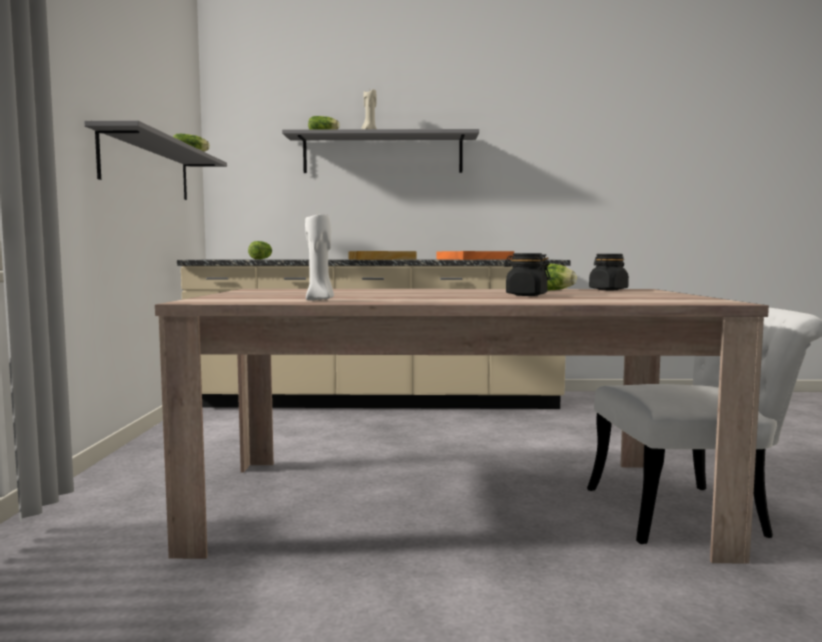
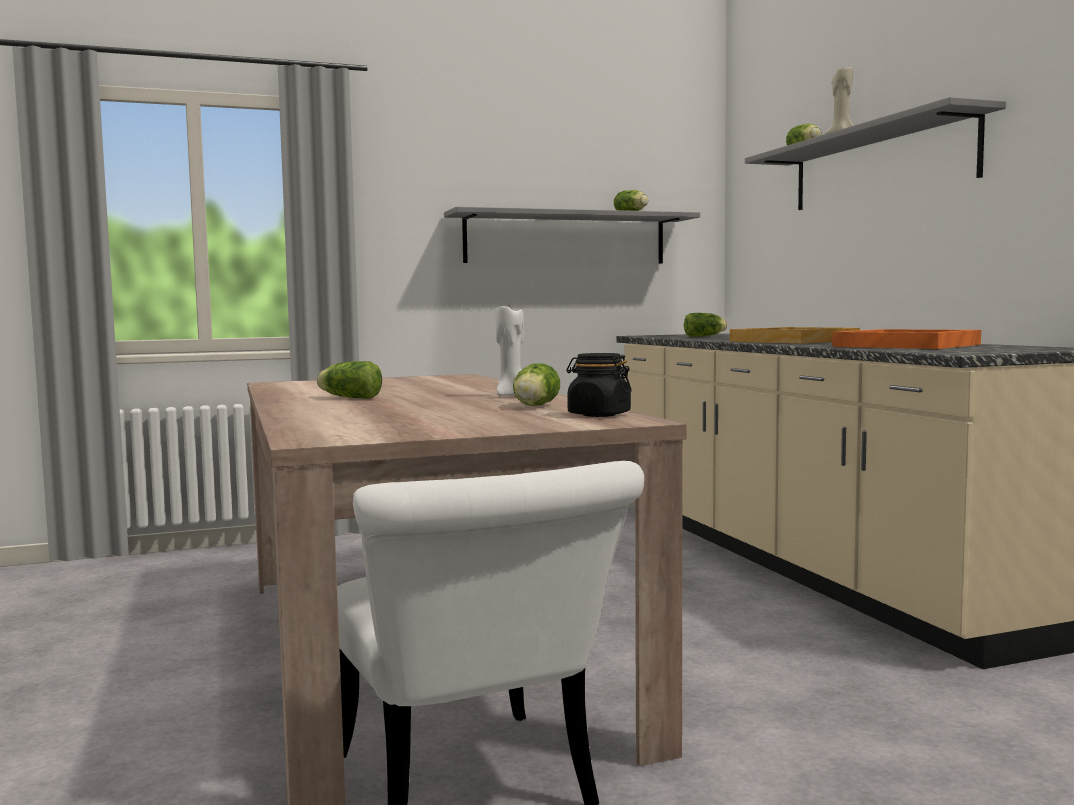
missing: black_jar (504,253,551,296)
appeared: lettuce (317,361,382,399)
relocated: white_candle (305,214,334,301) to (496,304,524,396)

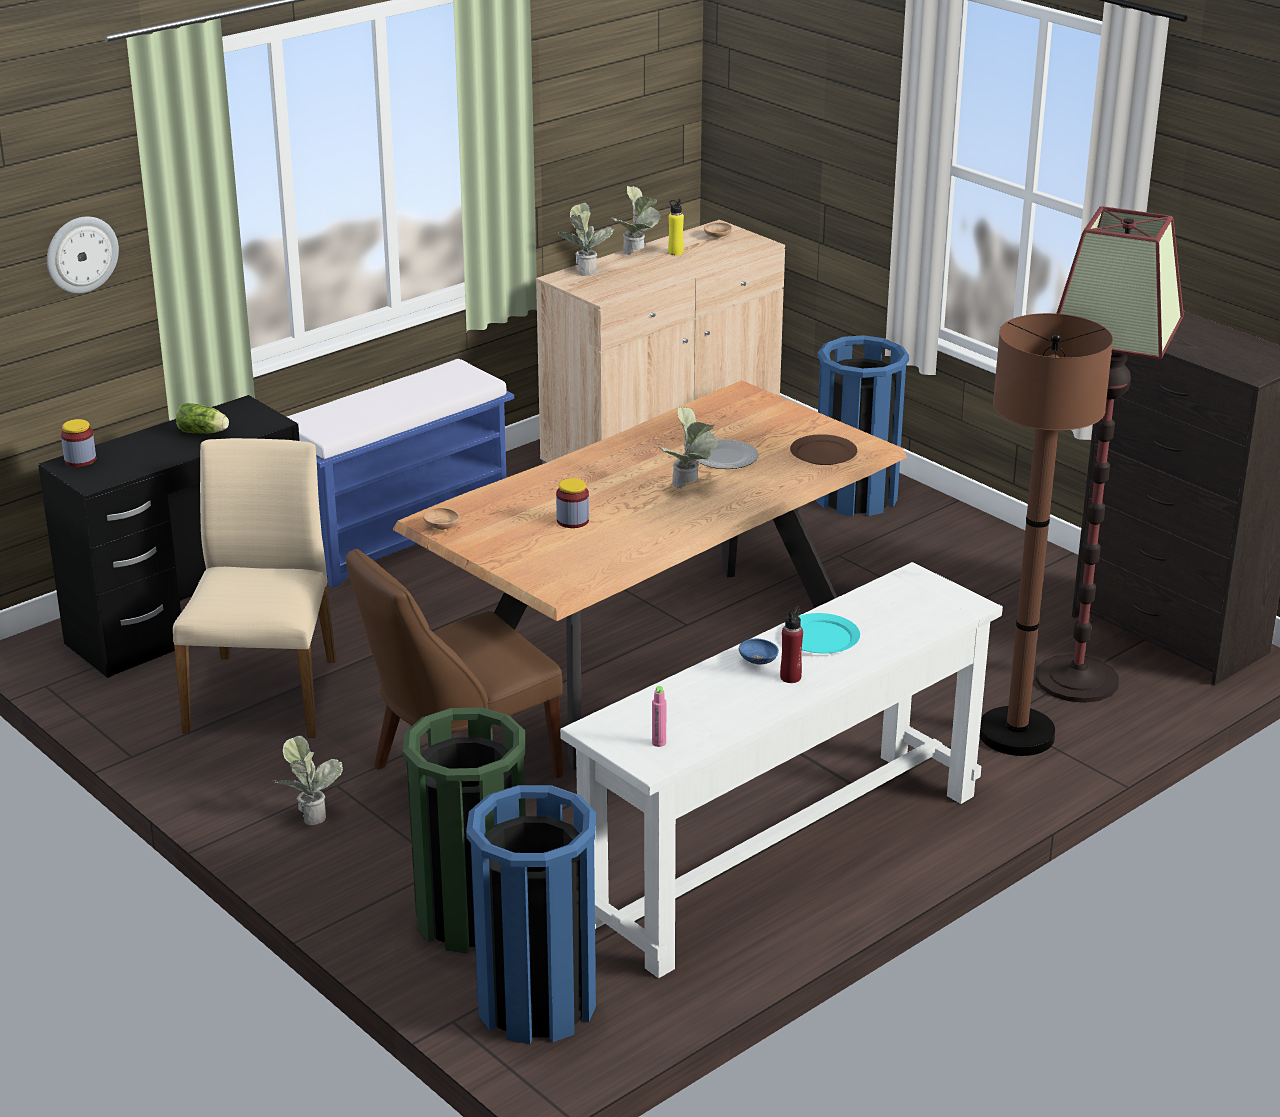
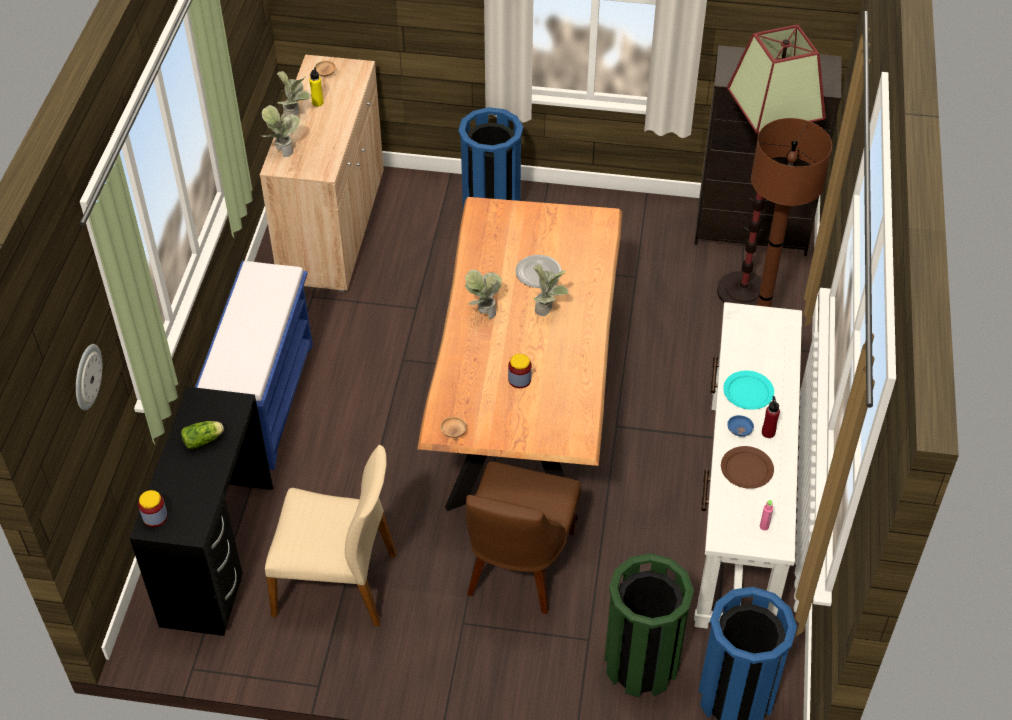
relocated: brown_plate (790,434,857,465) to (721,446,774,489); potted_plant (272,736,343,825) to (465,270,502,319)
spun: beige_chair (173,438,336,738) = (265,445,397,627) 135 degrees clockwise

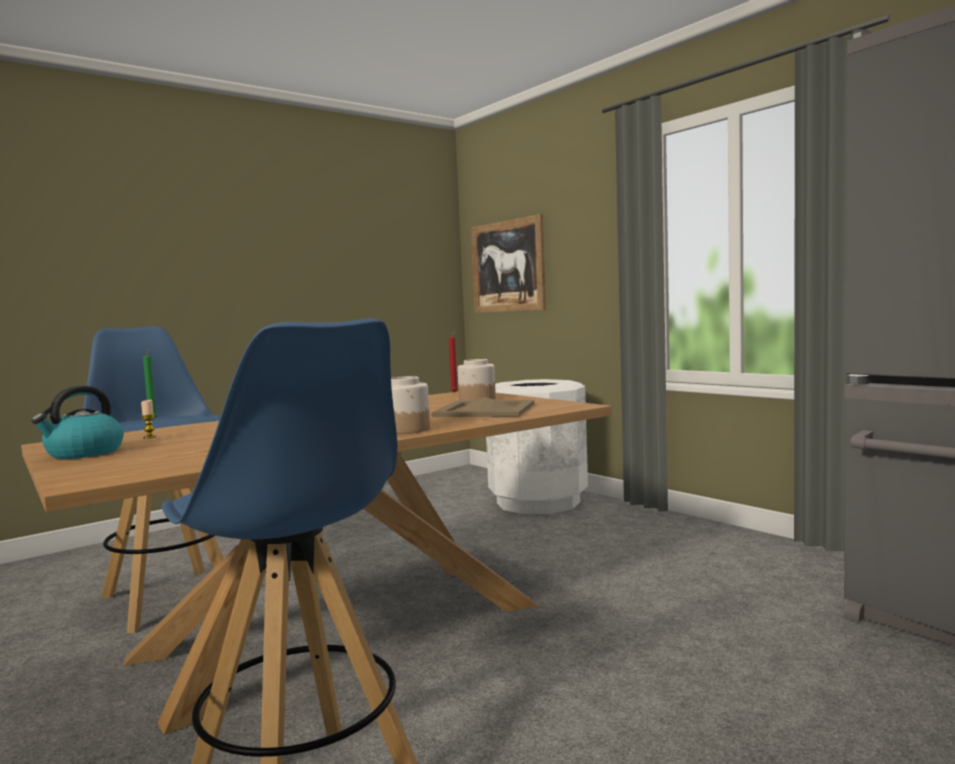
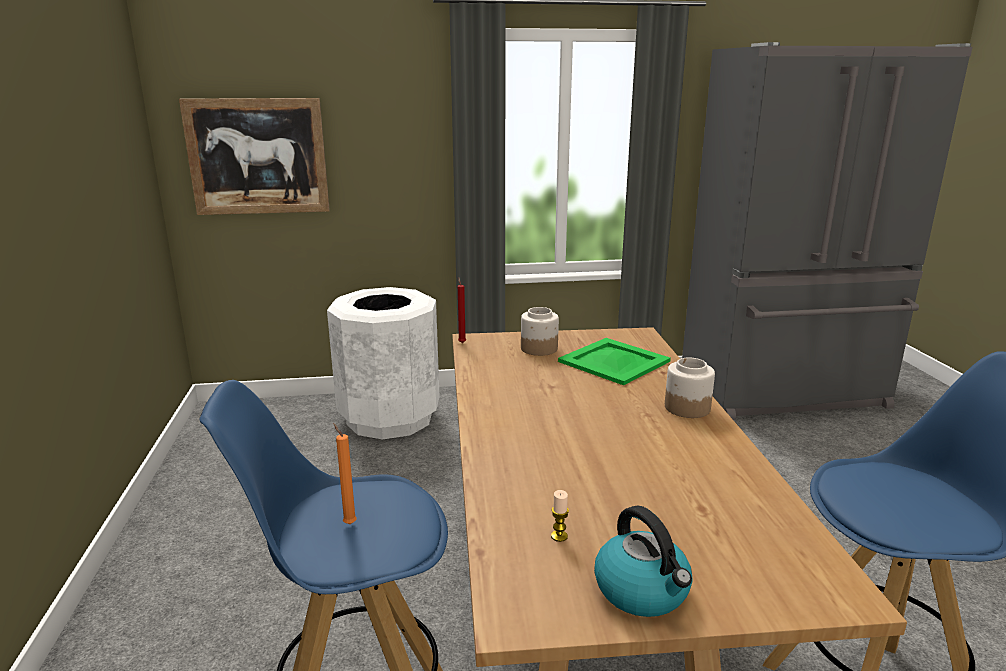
colour: green_candle (143,349,157,420) to orange_candle (333,423,357,524); beige_tray (431,397,534,417) to green_tray (558,338,671,385)

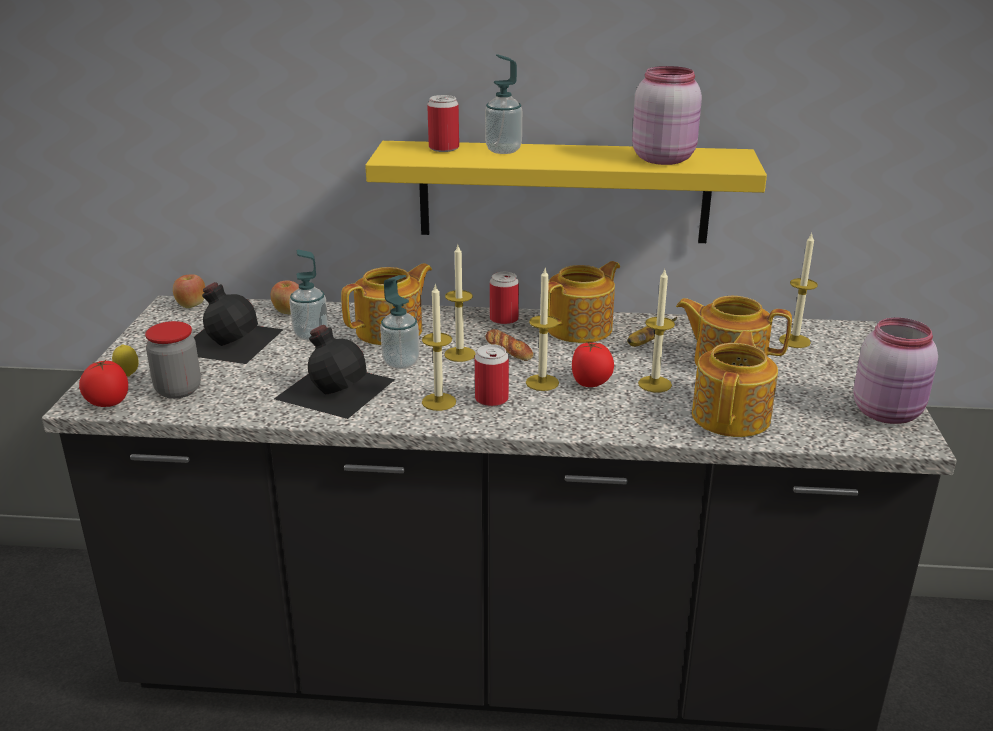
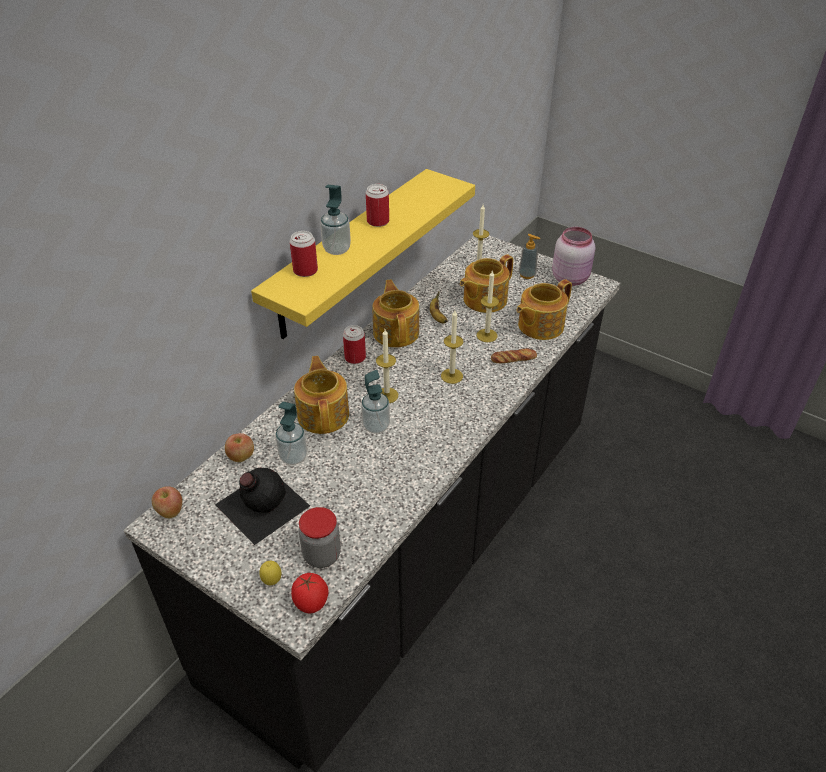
missing: pink_jar (632,66,702,165); candle (422,283,456,411); black_bottle (274,325,395,419); tomato (572,342,614,387)
appeared: soap_dispenser (519,234,540,279)
relocated: bread (485,329,534,361) to (491,348,537,363); can (475,344,509,407) to (366,184,389,227)
spun: teapot (692,331,778,437) = (516,279,572,340) 90 degrees counterclockwise

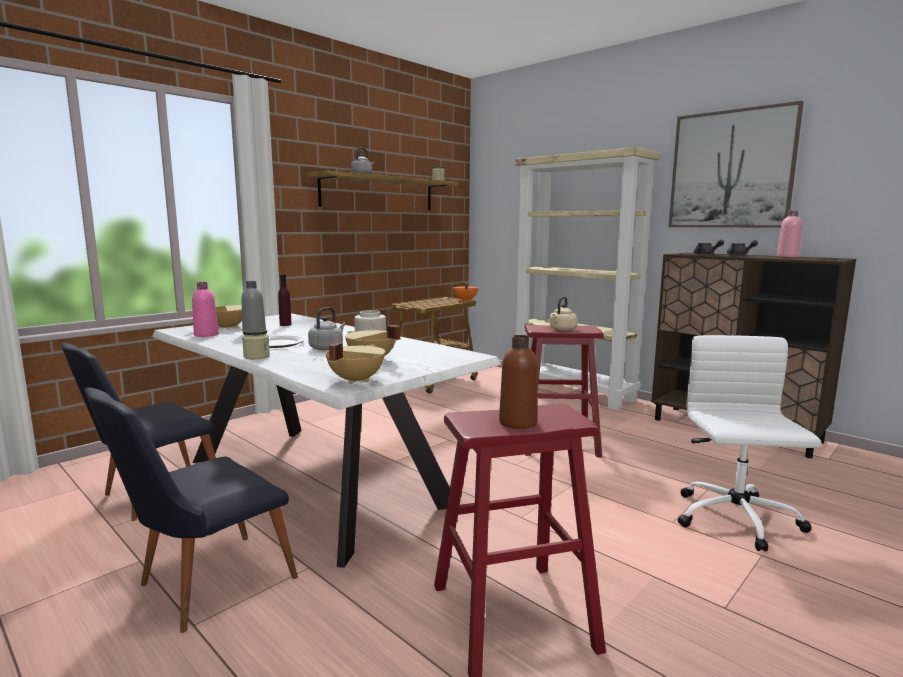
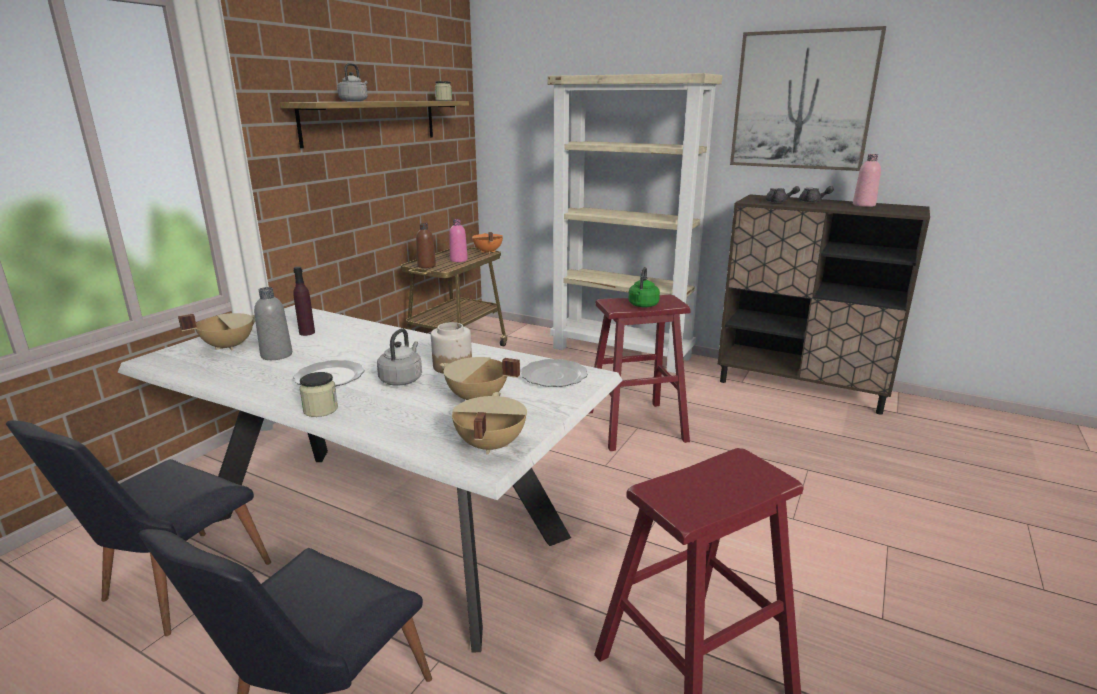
missing: white_office_chair (678,335,821,551)
appeared: plate (521,359,588,387)
relocated: pink_bottle (192,282,219,337) to (449,219,468,262); brown_bottle (499,335,538,429) to (416,223,436,268)
colour: beige_kettle (550,297,577,331) to green_kettle (628,267,660,308)

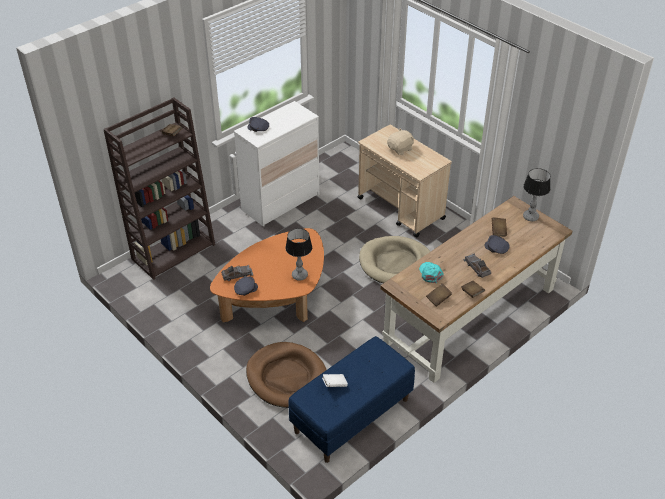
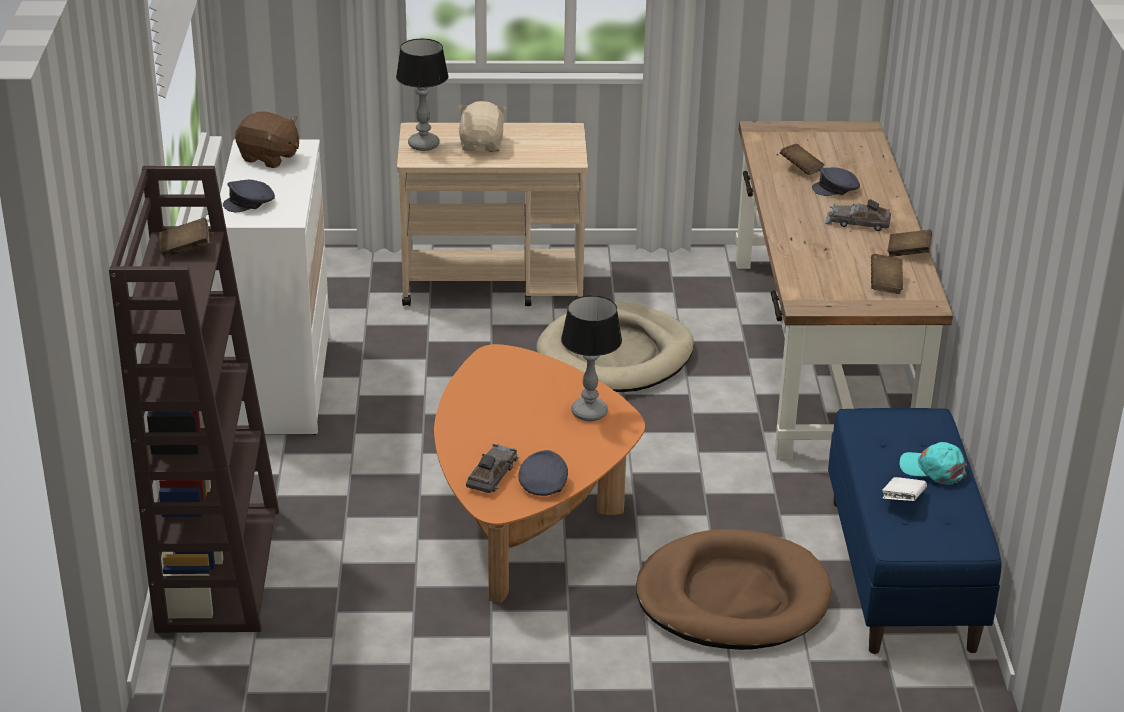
appeared: brown_plush_toy (235,111,299,168)
relocated: table_lamp (523,168,550,221) to (396,38,448,151); turquoise_cap (419,262,444,283) to (899,442,967,485)

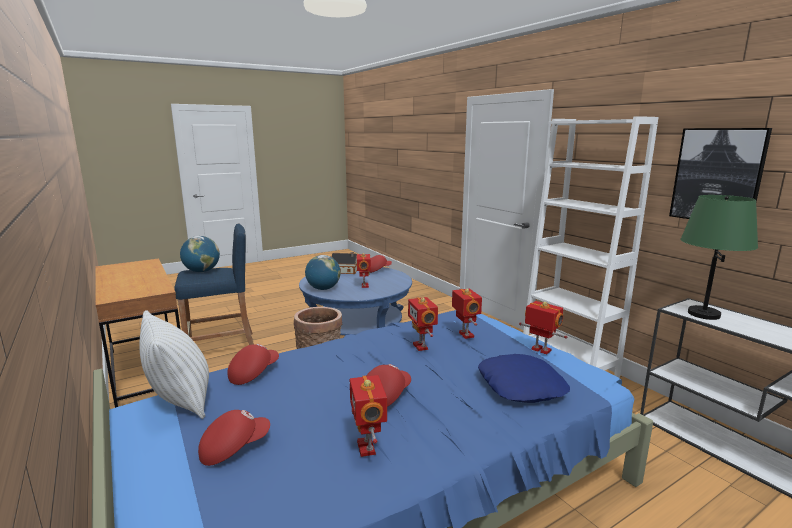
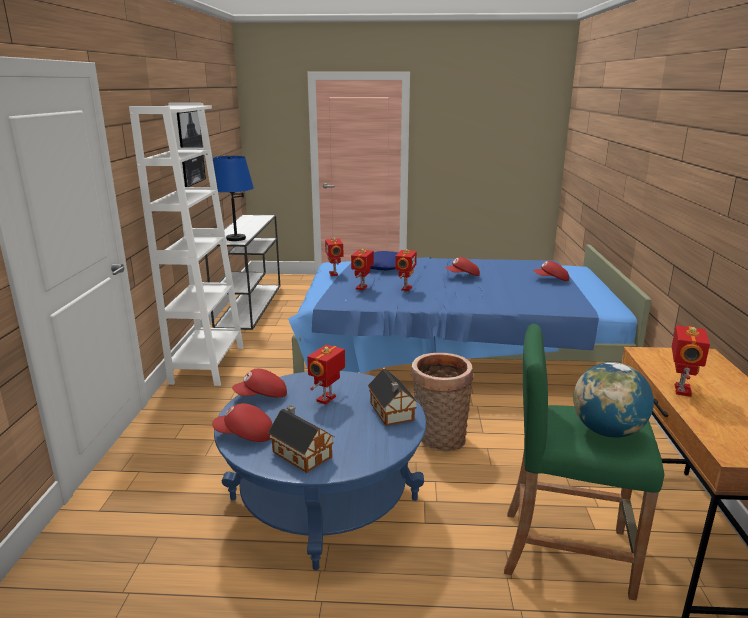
missing: white_pillow (139,310,209,419)
relocated: red_cap (227,344,279,385) to (232,369,287,398); toy_robot (349,375,387,457) to (672,325,710,397)
exchanged: globe (305,255,341,290) to toy_house (368,369,418,426)
colour: green_table_lamp (680,195,758,320) to blue_table_lamp (213,156,254,241); blue_stool (174,224,254,345) to green_stool (504,324,664,601)

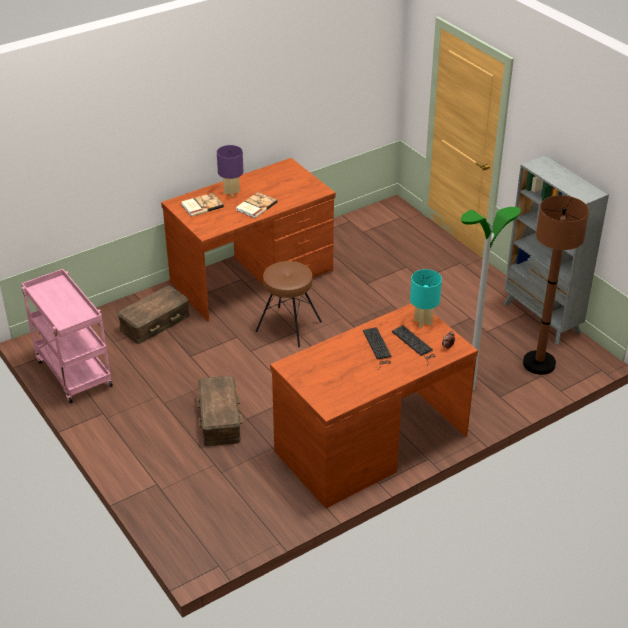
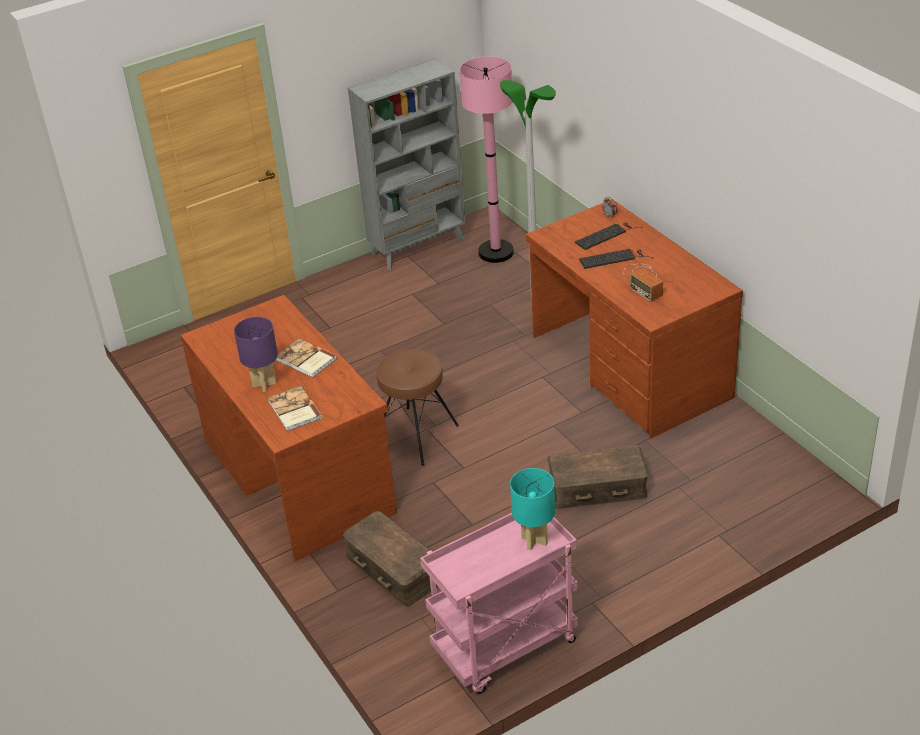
appeared: radio (623,264,663,302)
relocated: turquoise_table_lamp (410,269,442,328) to (510,468,555,550)
colour: brown_floor_lamp (523,195,589,375) to pink_floor_lamp (460,57,514,263)

